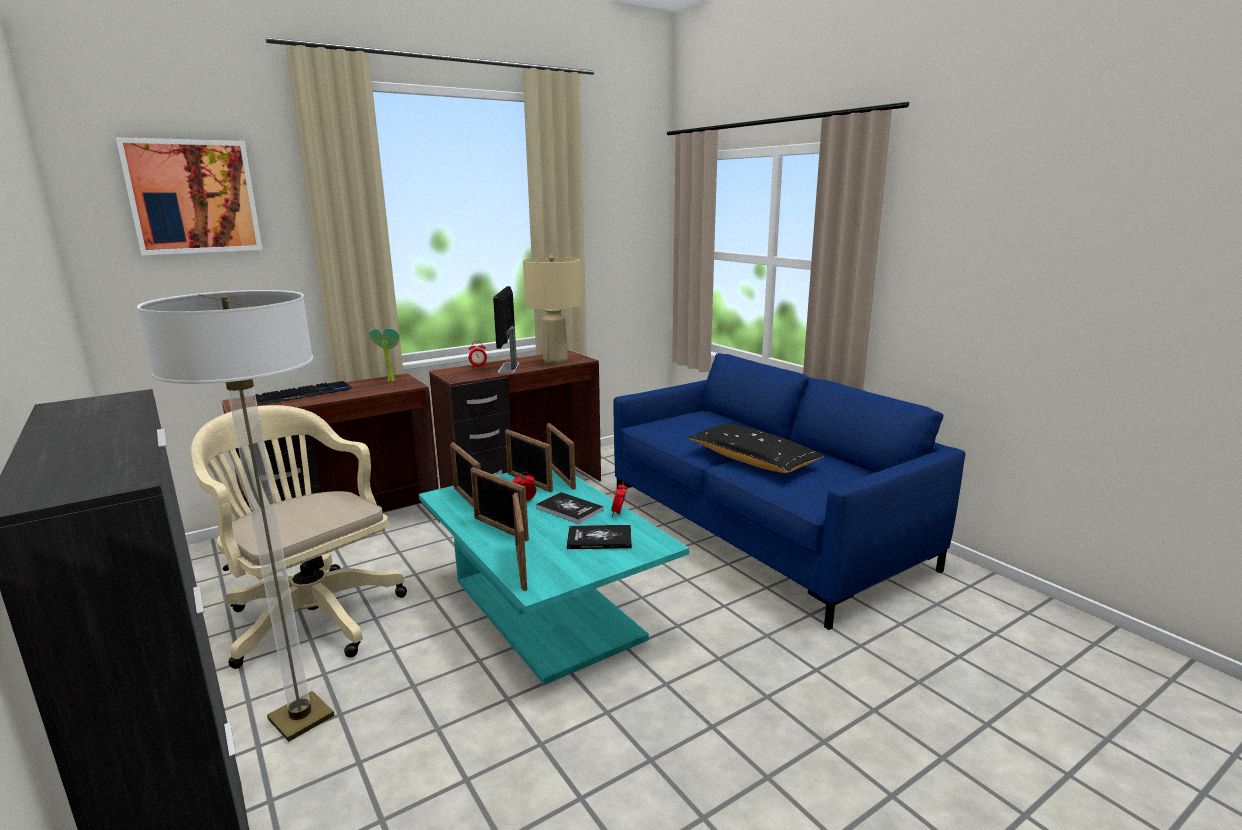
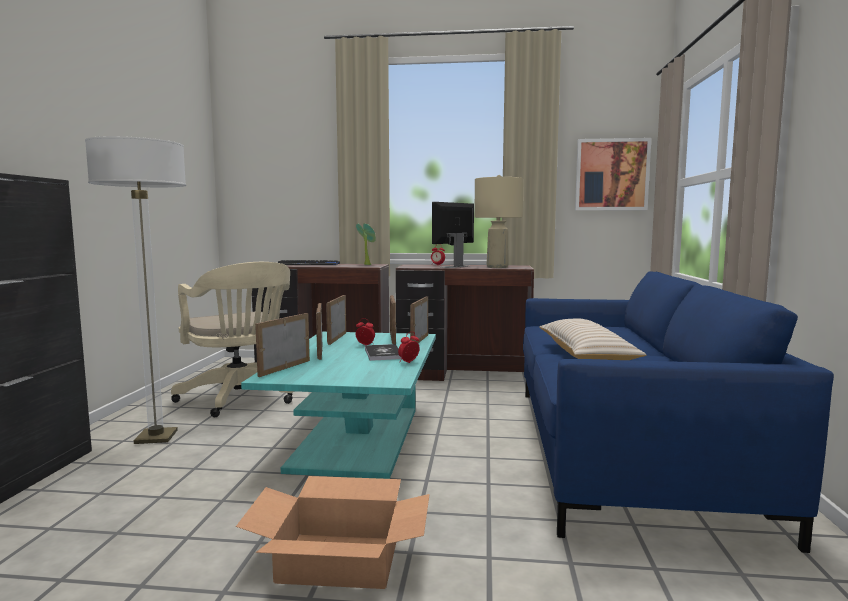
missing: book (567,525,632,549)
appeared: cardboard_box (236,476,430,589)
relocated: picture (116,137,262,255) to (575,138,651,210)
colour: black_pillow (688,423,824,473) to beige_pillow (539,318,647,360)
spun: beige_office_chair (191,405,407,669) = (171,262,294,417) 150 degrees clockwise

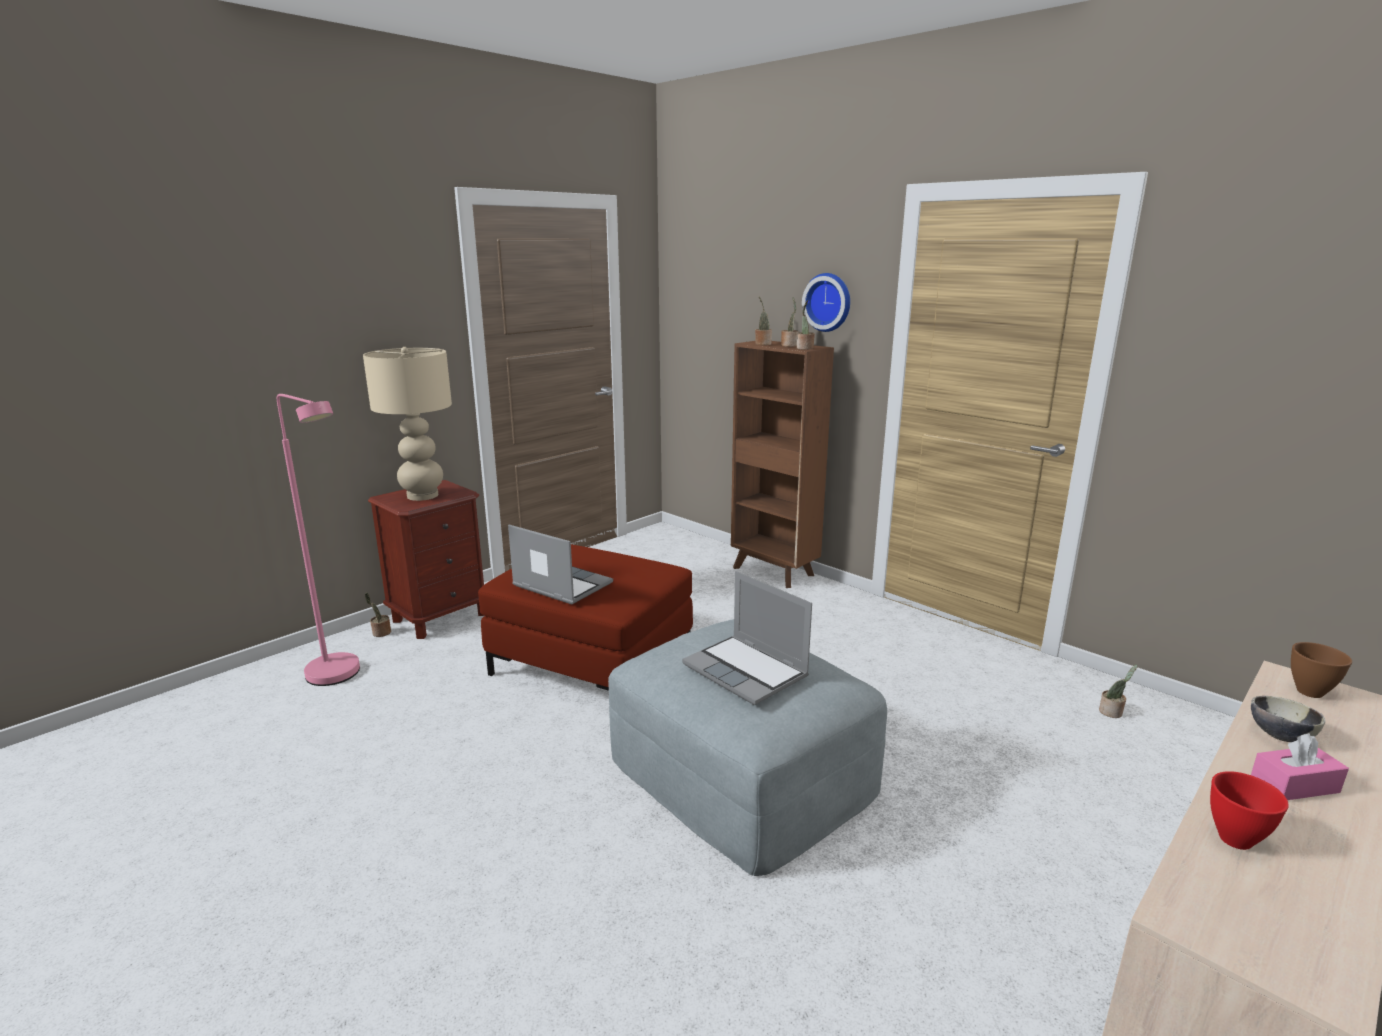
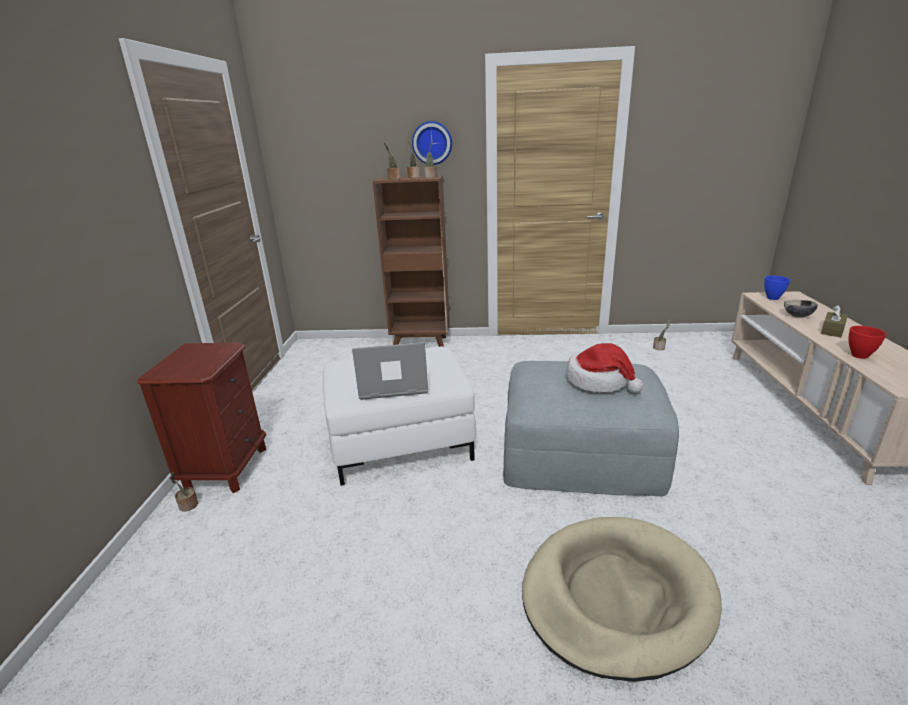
missing: beige_table_lamp (363,347,452,501); pink_floor_lamp (277,394,360,686)
appeared: beige_dog_bed (522,517,722,682)
exchanged: laptop (682,571,812,705) to hat (566,343,643,393)
colour: red_ottoman (478,544,693,691) to white_ottoman (323,346,476,486); brown_bowl (1291,642,1352,698) to blue_bowl (764,276,790,300); pink_tissue_box (1251,733,1349,800) to brown_tissue_box (821,305,848,337)

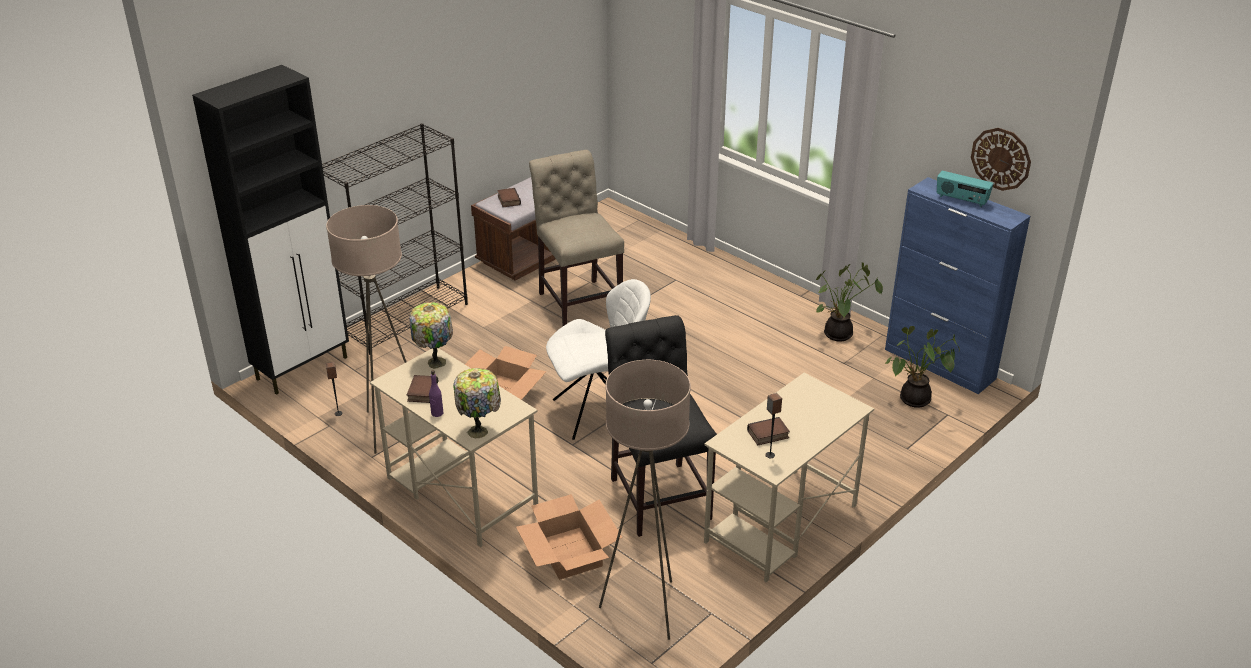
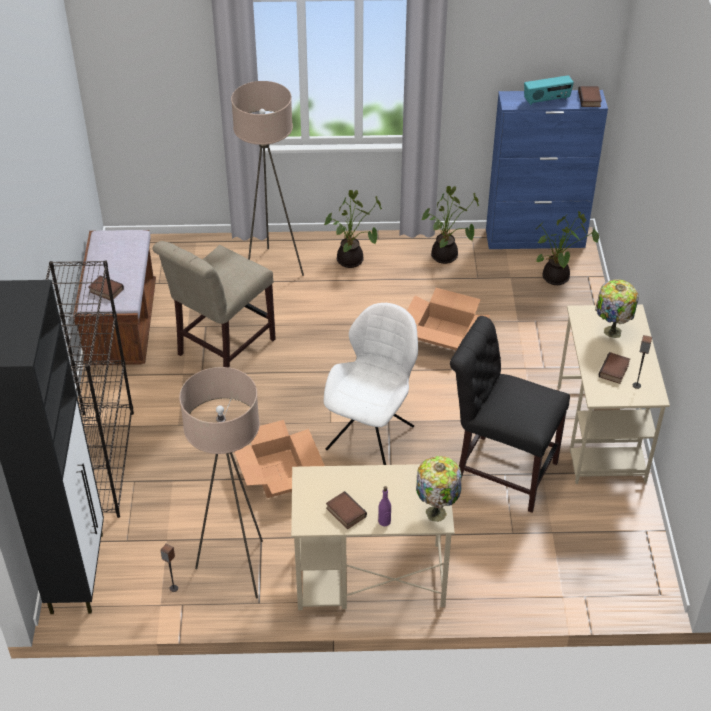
missing: wall_clock (971,128,1031,191)
appeared: book (578,86,602,107); potted_plant (324,190,382,268)
relocated: table_lamp (409,302,453,369) to (595,279,639,338); beige_floor_lamp (599,360,691,640) to (231,81,304,276); cardboard_box (516,494,623,580) to (407,288,490,351)
spun: beige_chair (529,150,624,326) = (153,241,276,368) 75 degrees counterclockwise

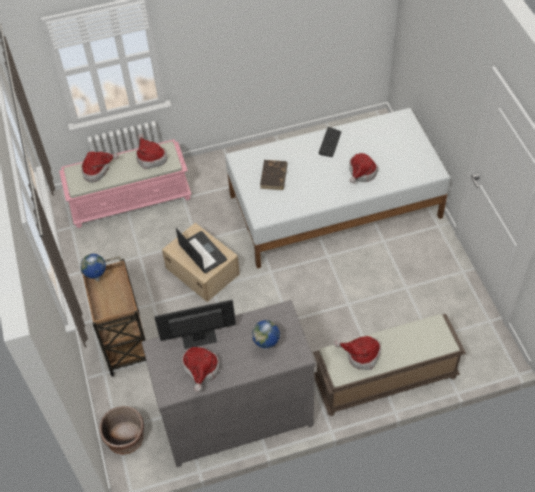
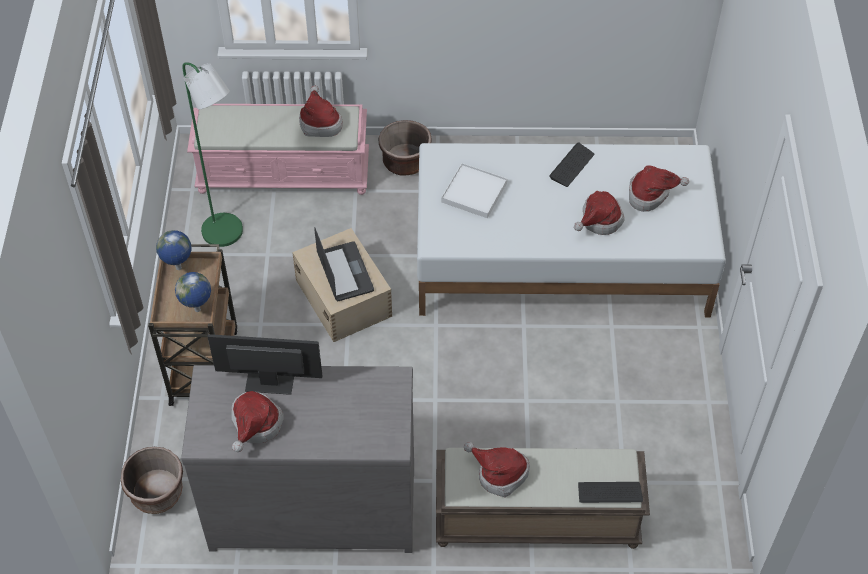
appeared: green_floor_lamp (182,62,243,247); brown_planter (379,120,432,176); keyboard (578,482,643,503)
relocated: hat (81,152,119,183) to (629,165,689,212); globe (252,320,280,350) to (175,272,211,312)
exchanged: brown_book (260,160,287,190) to white_tray (441,163,507,218)

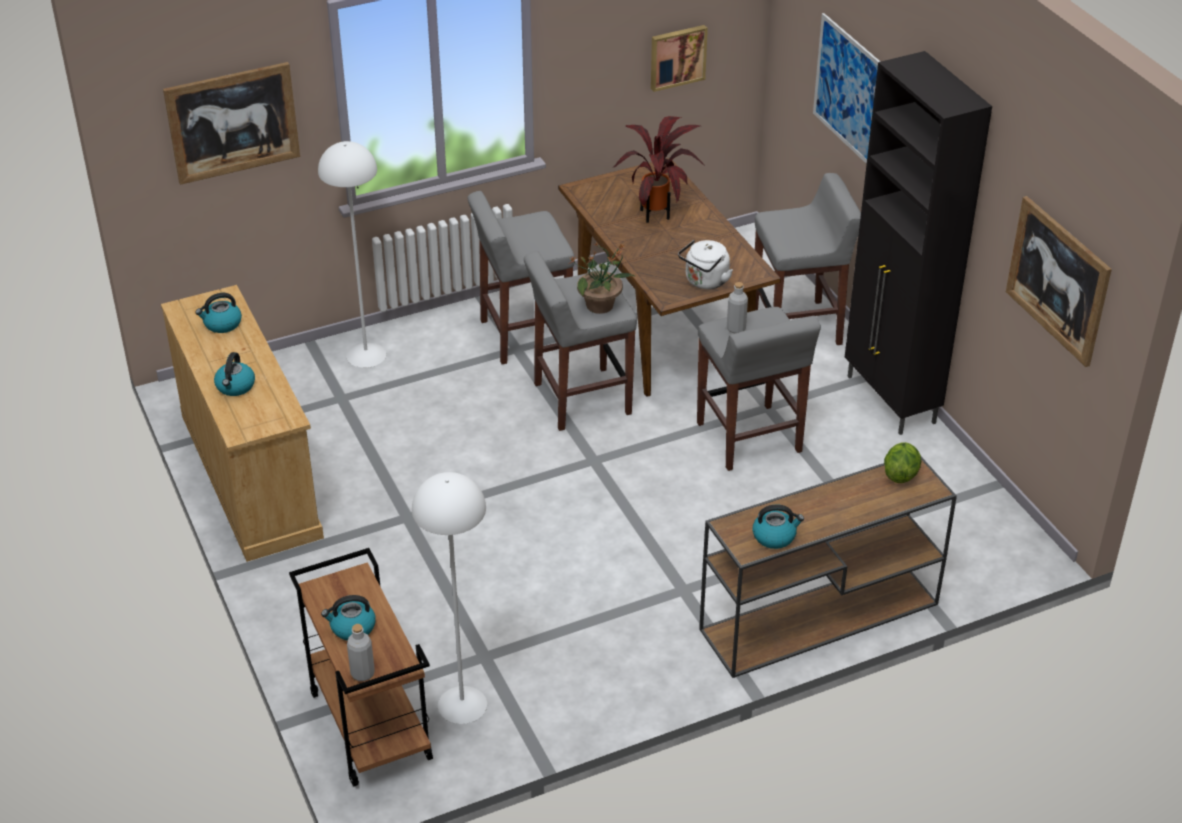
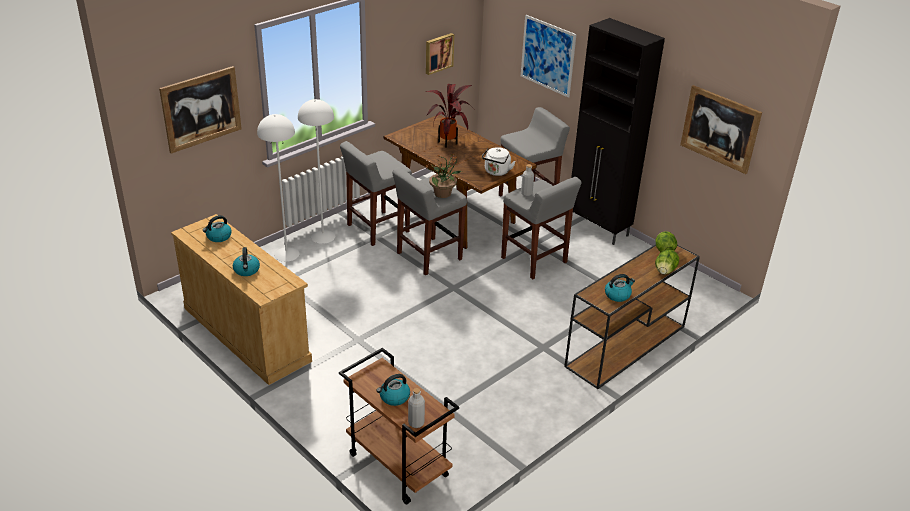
appeared: lettuce (655,250,679,275)
relocated: white_floor_lamp (412,472,487,724) to (298,99,335,244)

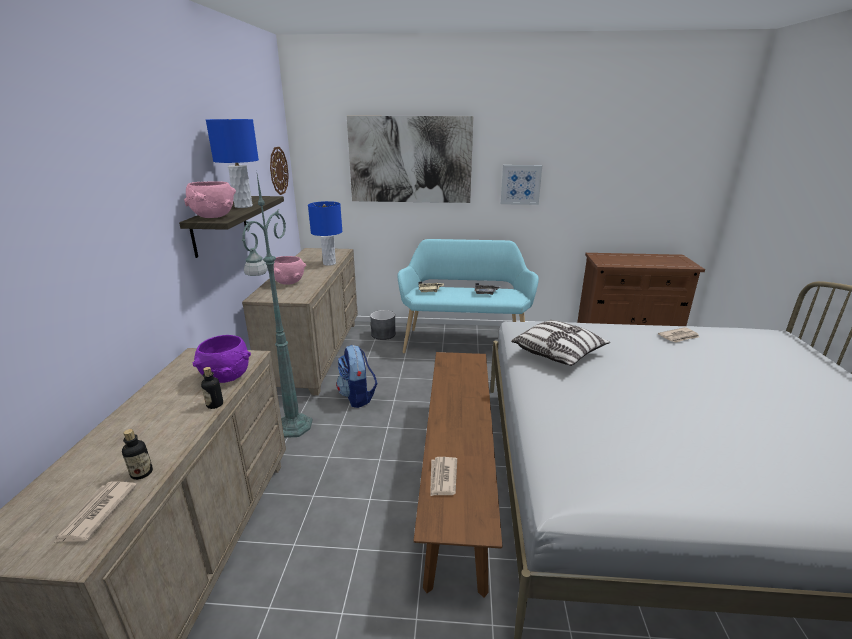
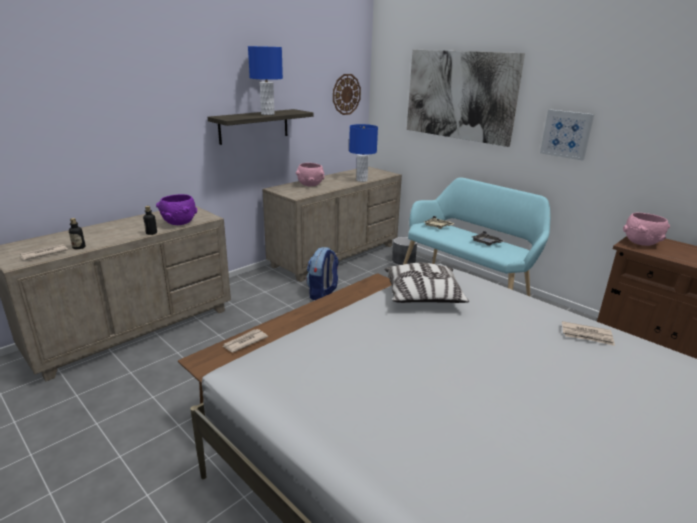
missing: green_floor_lamp (242,169,312,438)
relocated: pink_bowl (184,181,236,218) to (623,213,670,246)

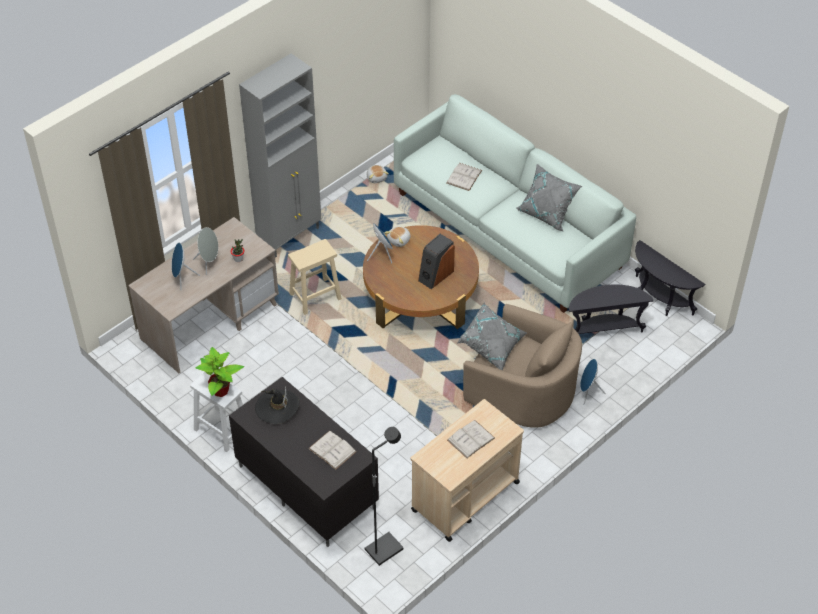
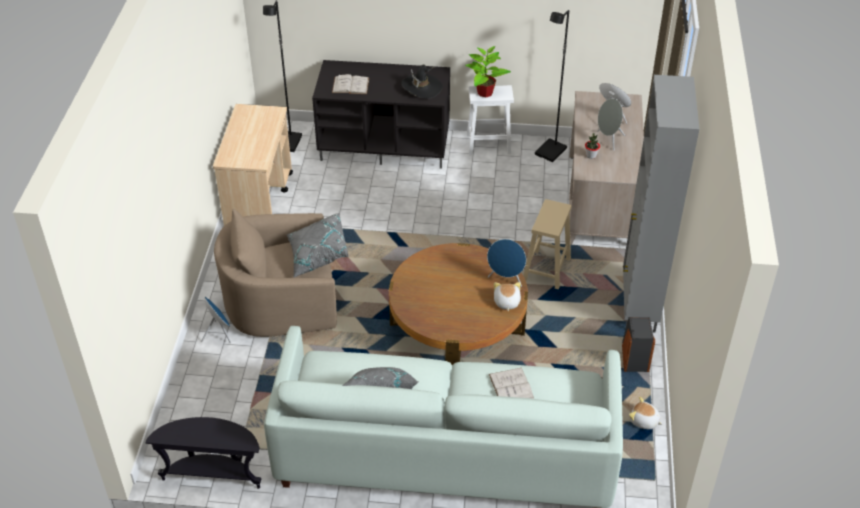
missing: black_side_table (568,284,653,334); white_book (447,420,495,458)
appeared: black_floor_lamp (535,10,569,162)
relocated: speaker (418,234,455,289) to (622,317,655,372)

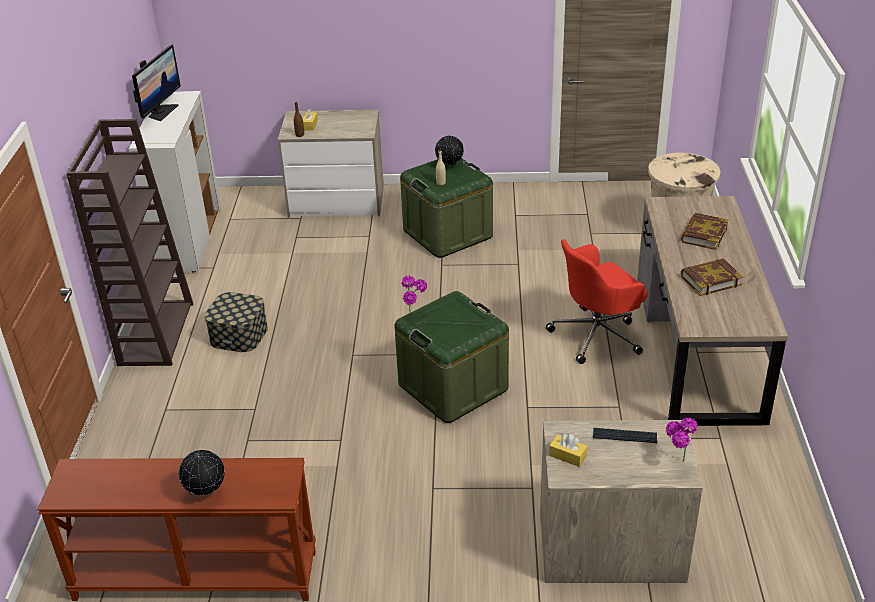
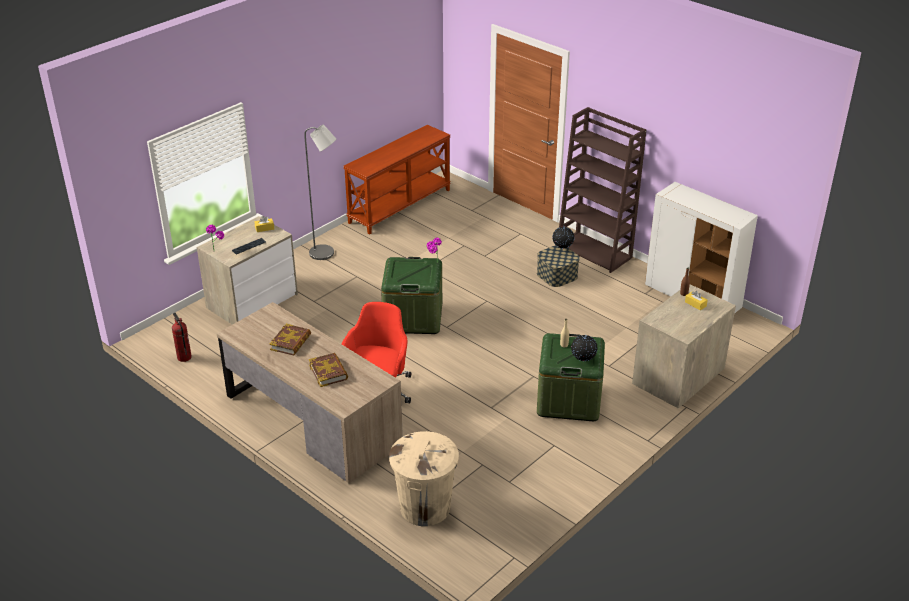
missing: monitor (132,45,181,121)
appeared: grey_floor_lamp (304,124,336,260); fire_extinguisher (172,313,192,362)
relocated: globe (179,450,225,495) to (552,225,574,250)

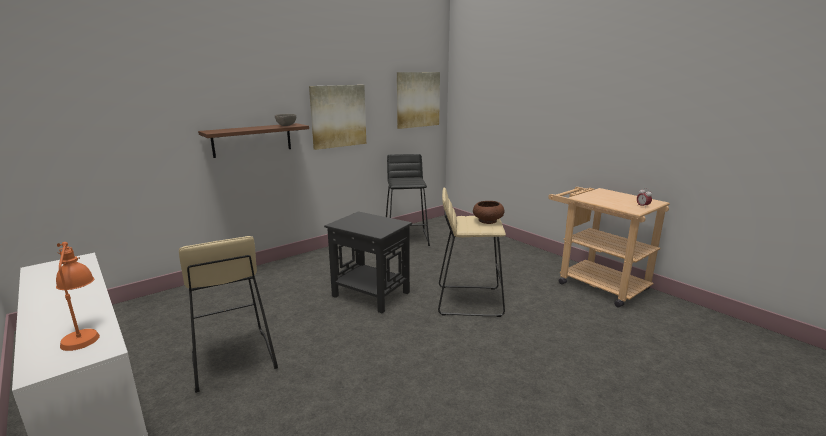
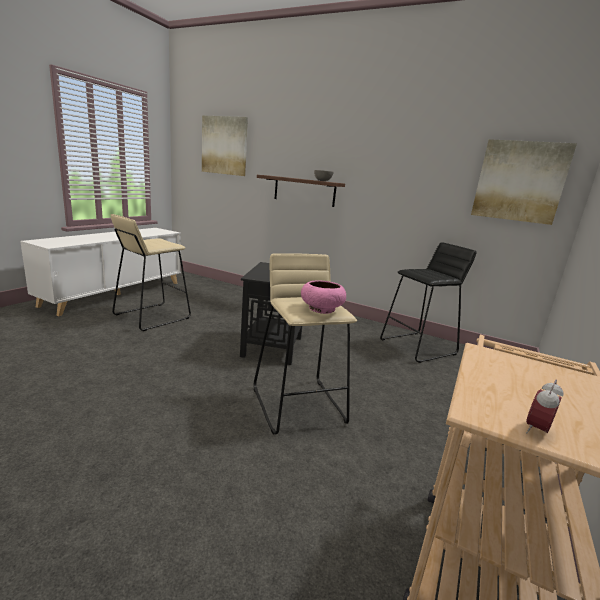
missing: orange_table_lamp (56,242,100,351)
relocated: picture (309,85,366,150) to (202,116,248,176)
colour: brown_bowl (473,201,505,224) to pink_bowl (301,280,346,314)

